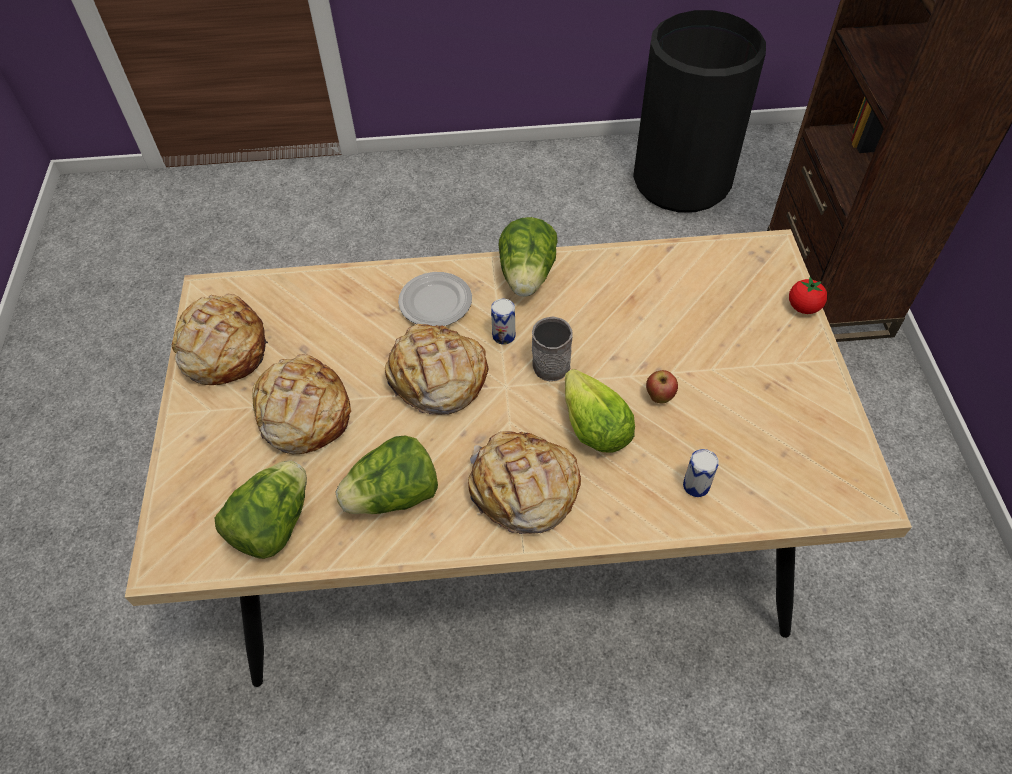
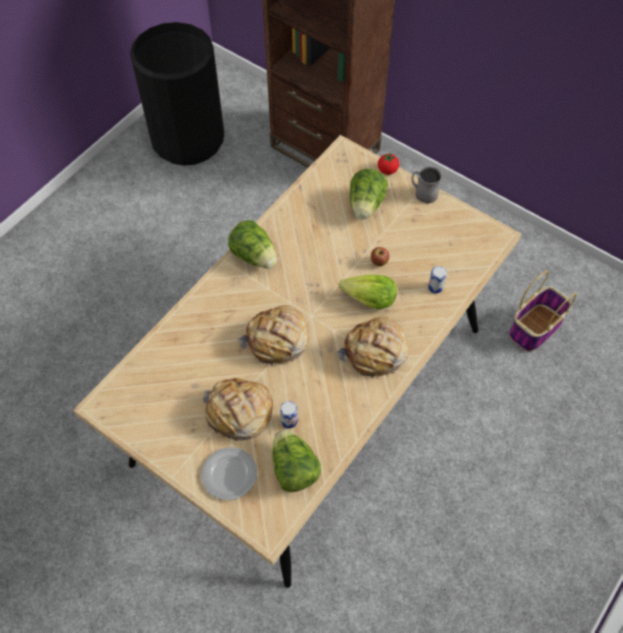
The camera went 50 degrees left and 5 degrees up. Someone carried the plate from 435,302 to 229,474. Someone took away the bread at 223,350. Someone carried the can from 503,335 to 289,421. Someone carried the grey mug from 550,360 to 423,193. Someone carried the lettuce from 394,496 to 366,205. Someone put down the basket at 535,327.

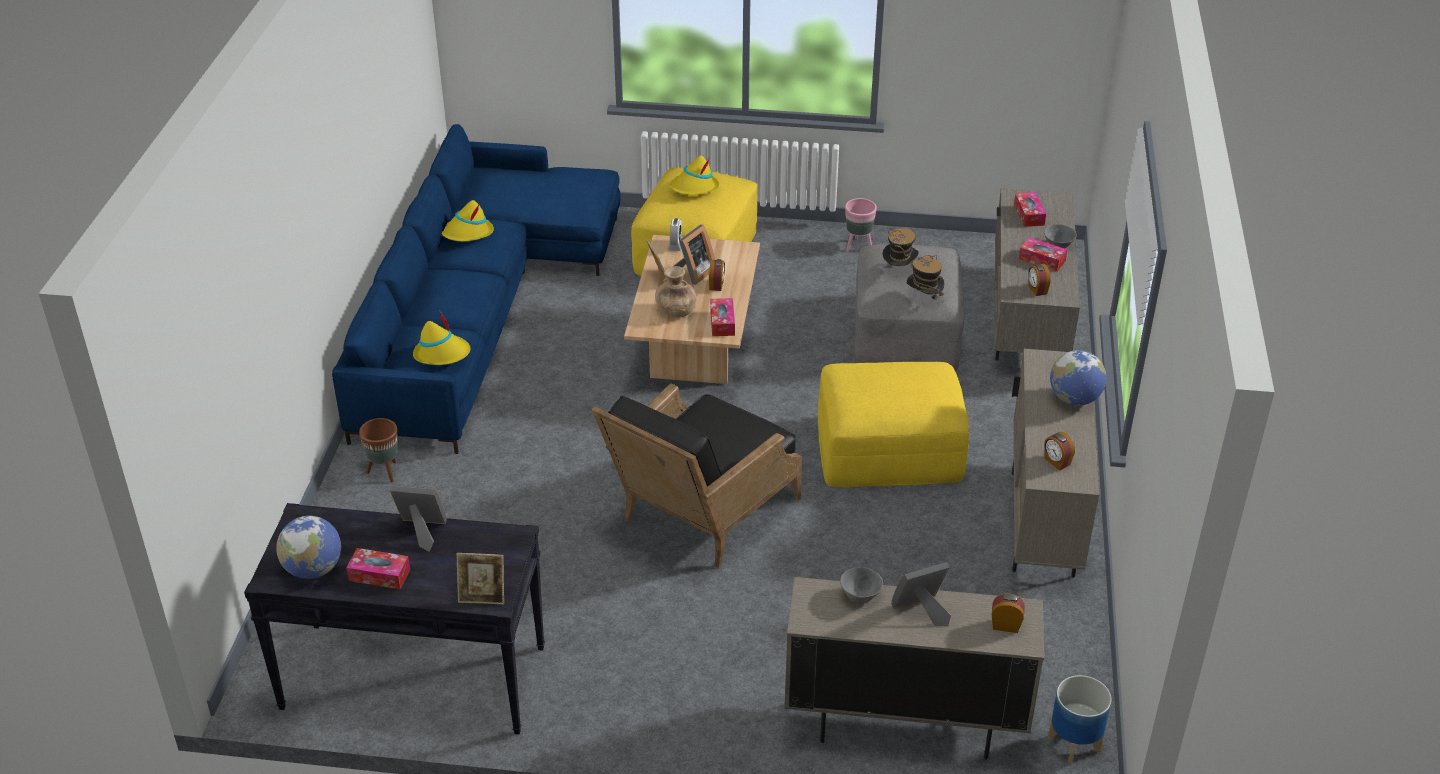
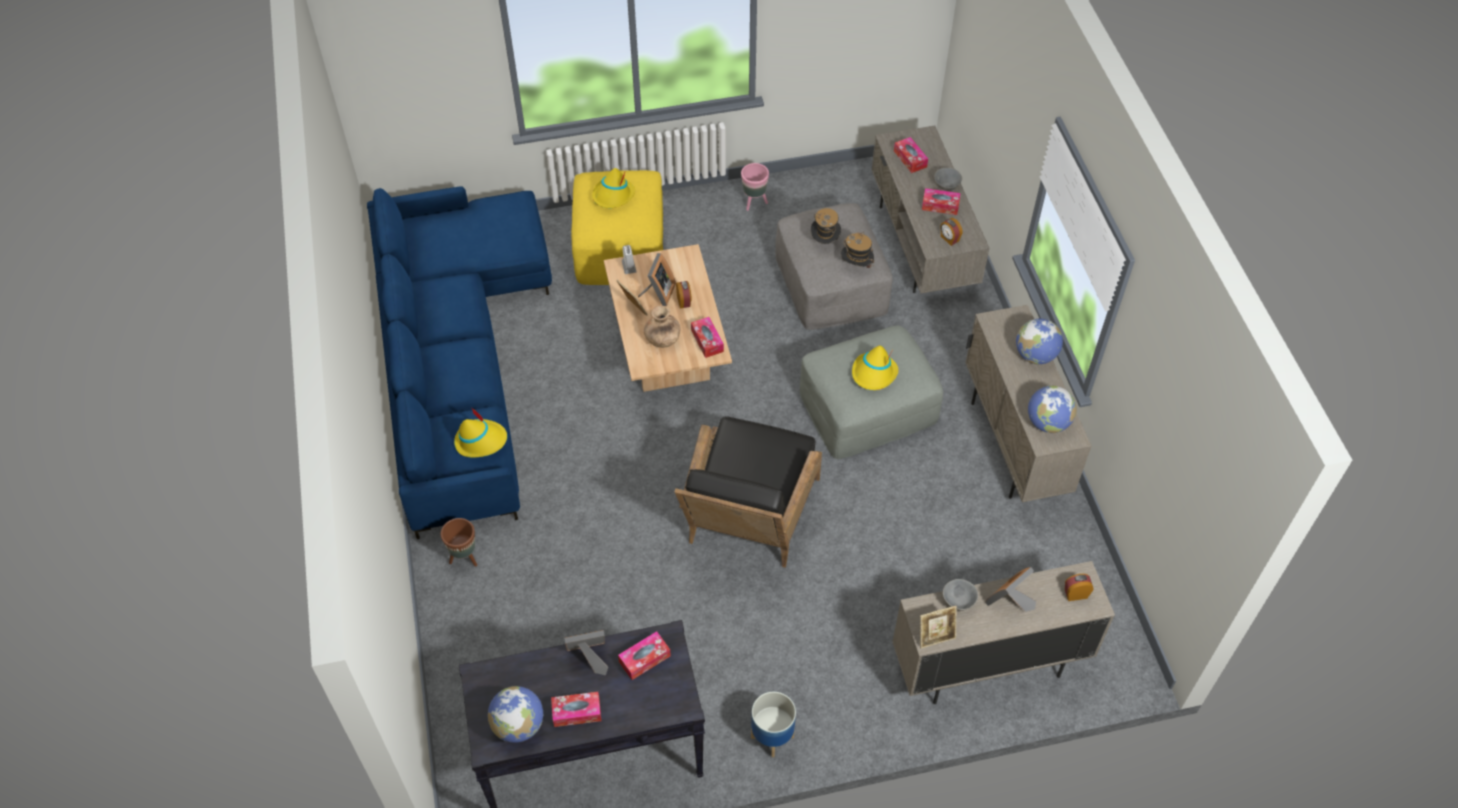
The camera went 20 degrees left and 15 degrees up. Someone carried the yellow hat from 467,233 to 874,374. Someone repainted the yellow ottoman at 889,448, which became the grey ottoman at 867,407. Someone swapped the alarm clock at 1056,462 for the globe at 1047,423. Someone carried the picture frame from 482,597 to 935,637. Someone carried the planter from 1073,744 to 771,736. Someone put down the tissue box at 644,659.

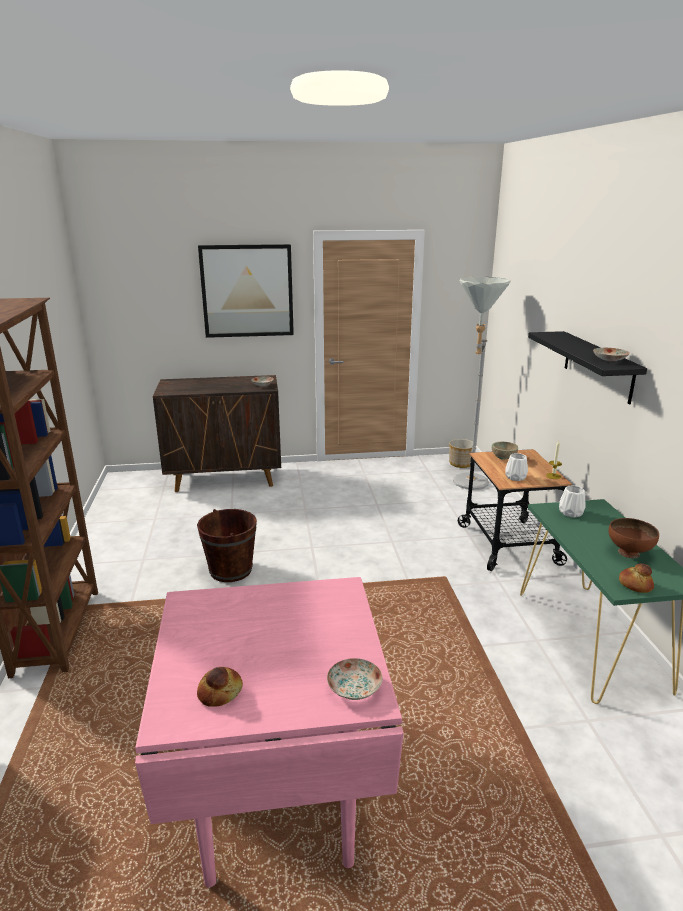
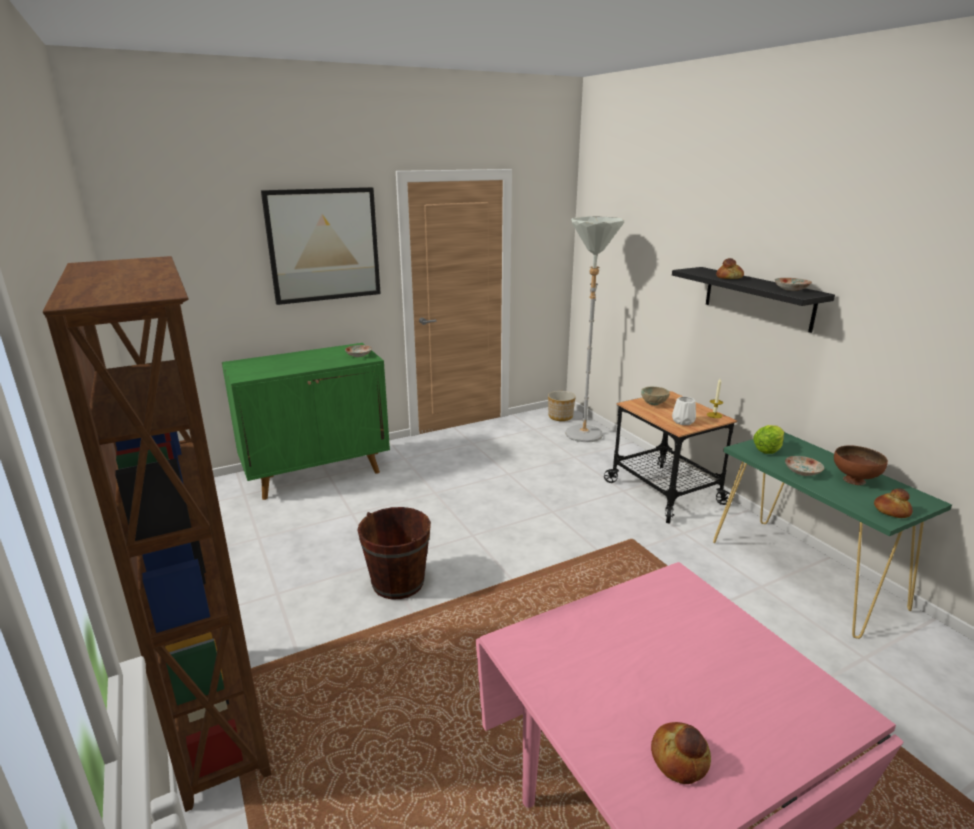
The camera went 20 degrees left and 0 degrees up. Someone repainted the brown cabinet at 226,479, which became the green cabinet at 317,473. Someone swapped the white vase at 570,513 for the lettuce at 768,449. Someone carried the plate from 354,687 to 802,471. Someone put down the bread at 729,277.

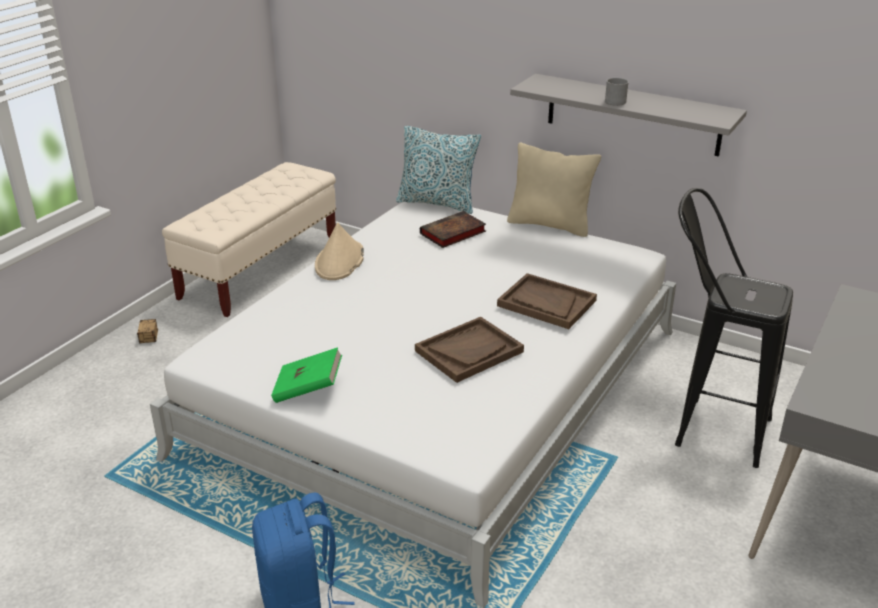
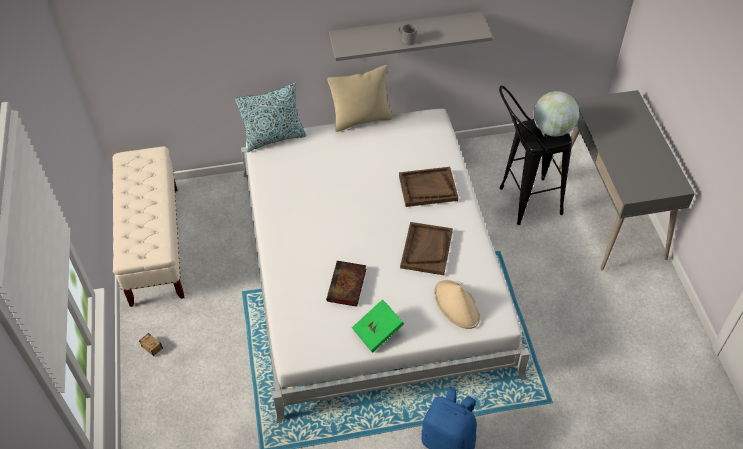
The camera went 40 degrees left and 20 degrees up. Someone carried the book from 452,233 to 347,286. Someone carried the beige hat from 339,261 to 457,305. Someone put down the globe at 552,130.

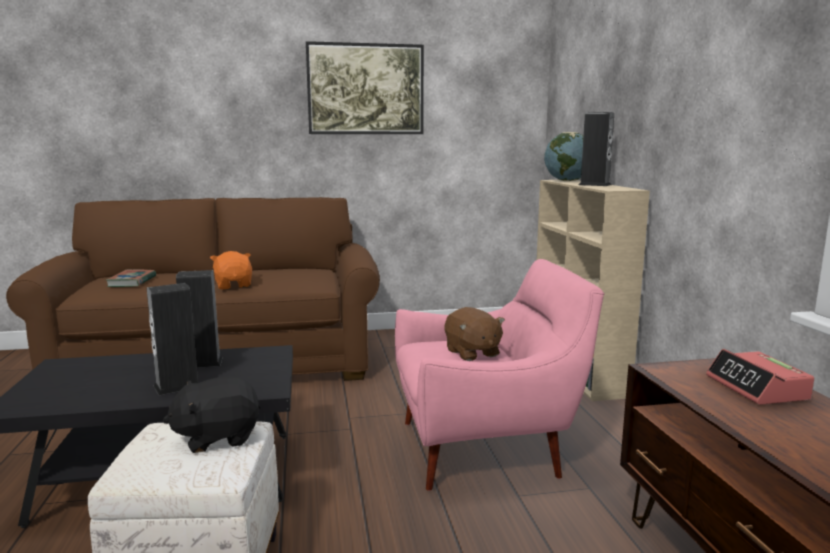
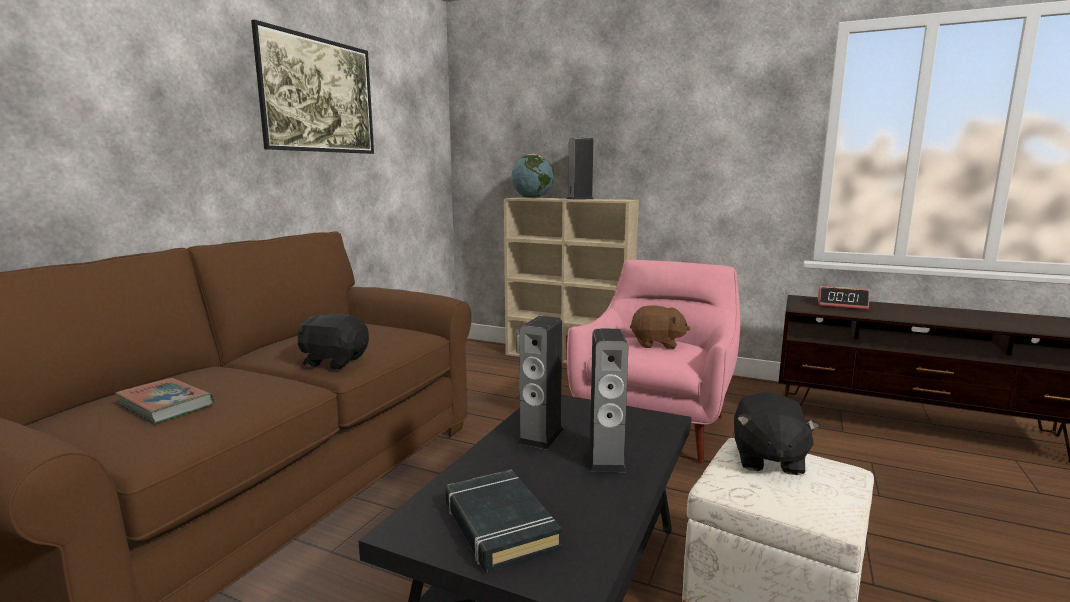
The camera went 55 degrees left and 0 degrees up. Someone repainted the orange plush toy at 234,285, which became the black plush toy at 334,361. Someone put down the black book at 499,526.

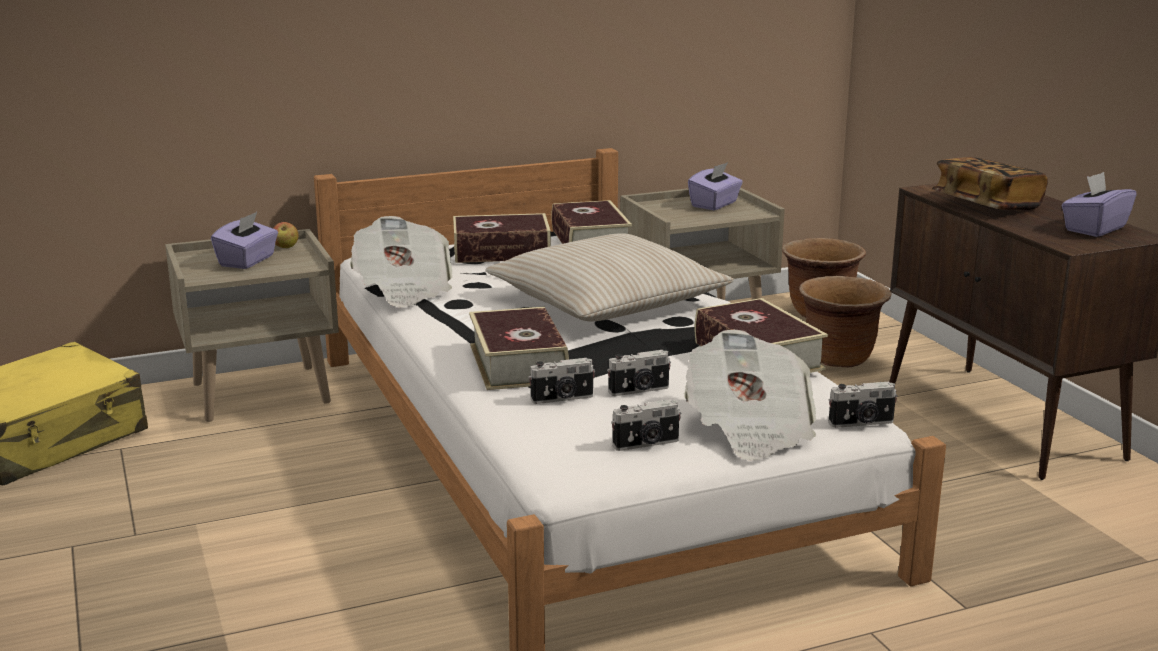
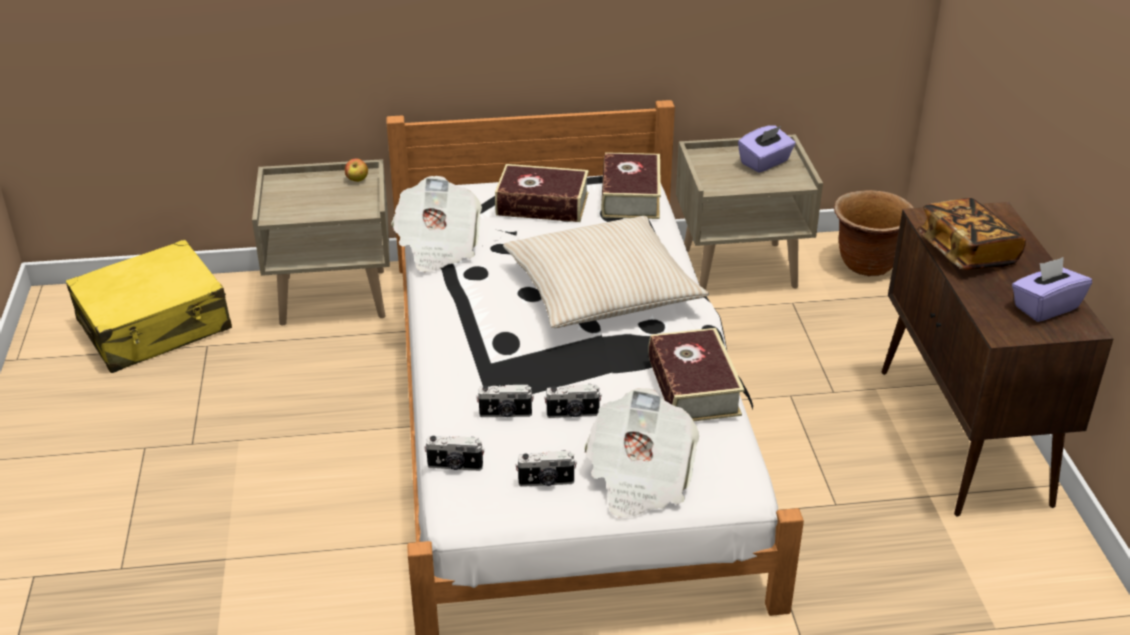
The camera went 15 degrees right and 15 degrees up. Someone took away the purple tissue box at 248,261. Someone took away the brown planter at 840,358. Someone took away the book at 518,363. Someone carried the photo camera from 861,423 to 455,466.

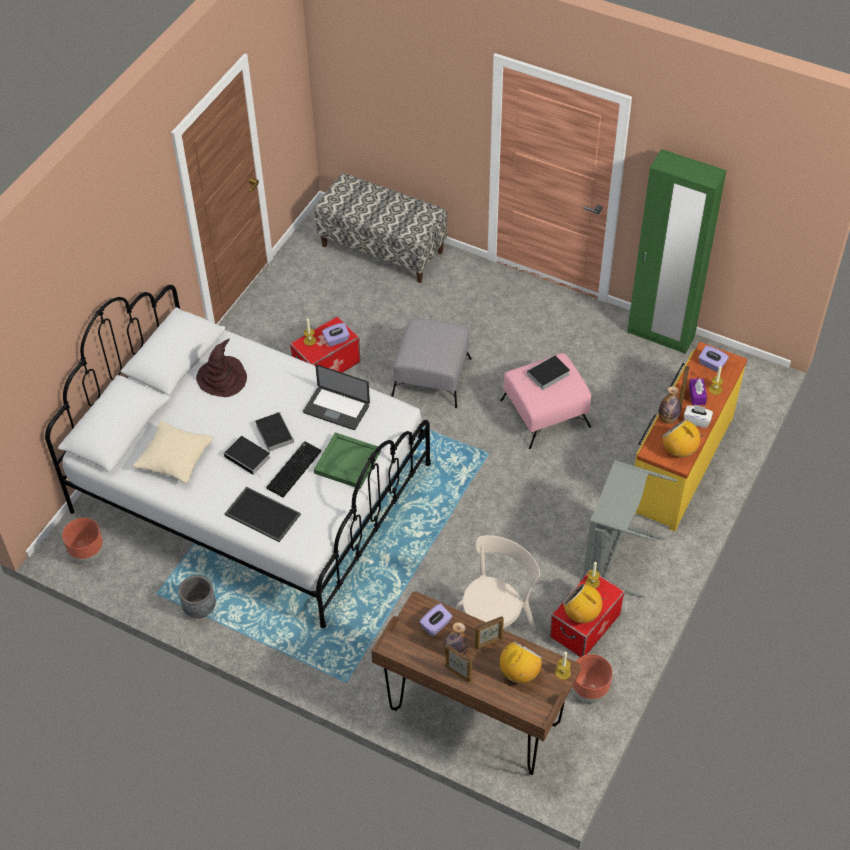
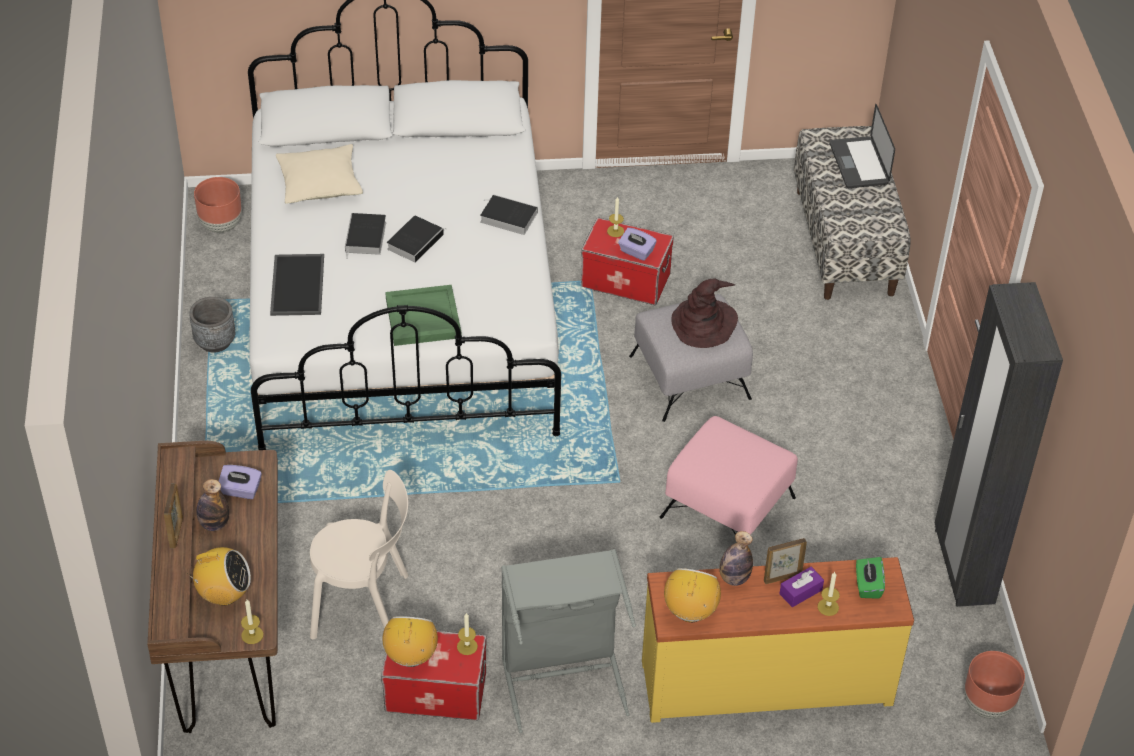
The camera went 55 degrees right and 5 degrees down. Someone repainted the green wardrobe at 660,335, which became the black wardrobe at 963,566. Someone carried the brown hat from 222,378 to 703,324. Someone repainted the purple tissue box at 711,364, which became the green tissue box at 868,586. Someone carried the book from 547,375 to 507,217. Someone carried the laptop from 336,409 to 859,164. Someone took away the white tissue box at 697,421. Someone took away the keyboard at 293,469. Someone took away the picture frame at 488,643. Someone carried the brown planter from 589,691 to 987,705.

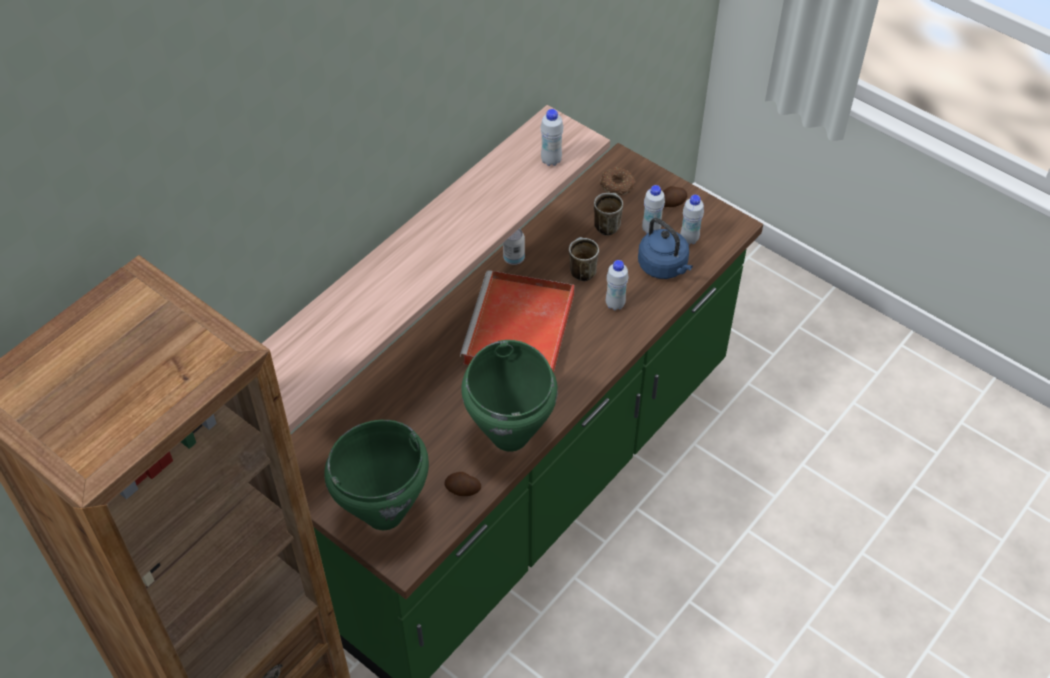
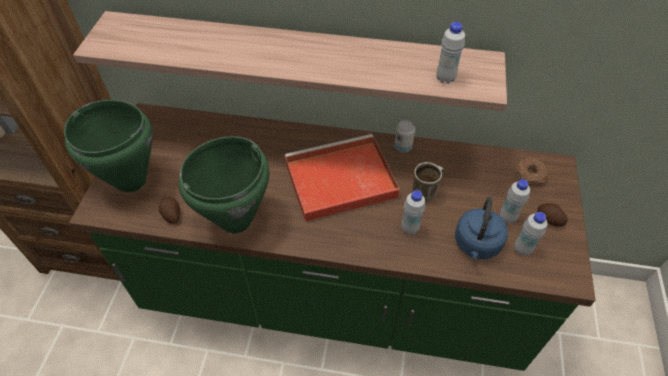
The camera went 60 degrees right and 0 degrees up. Someone took away the mug at 607,224.

